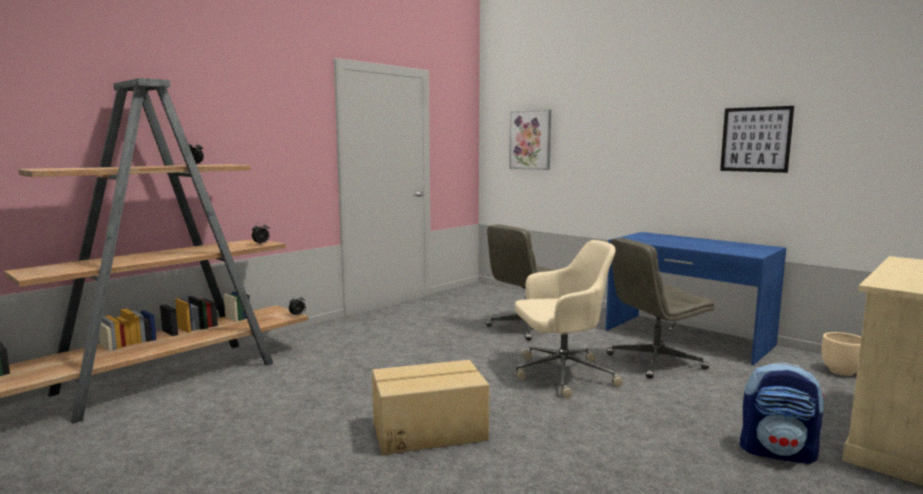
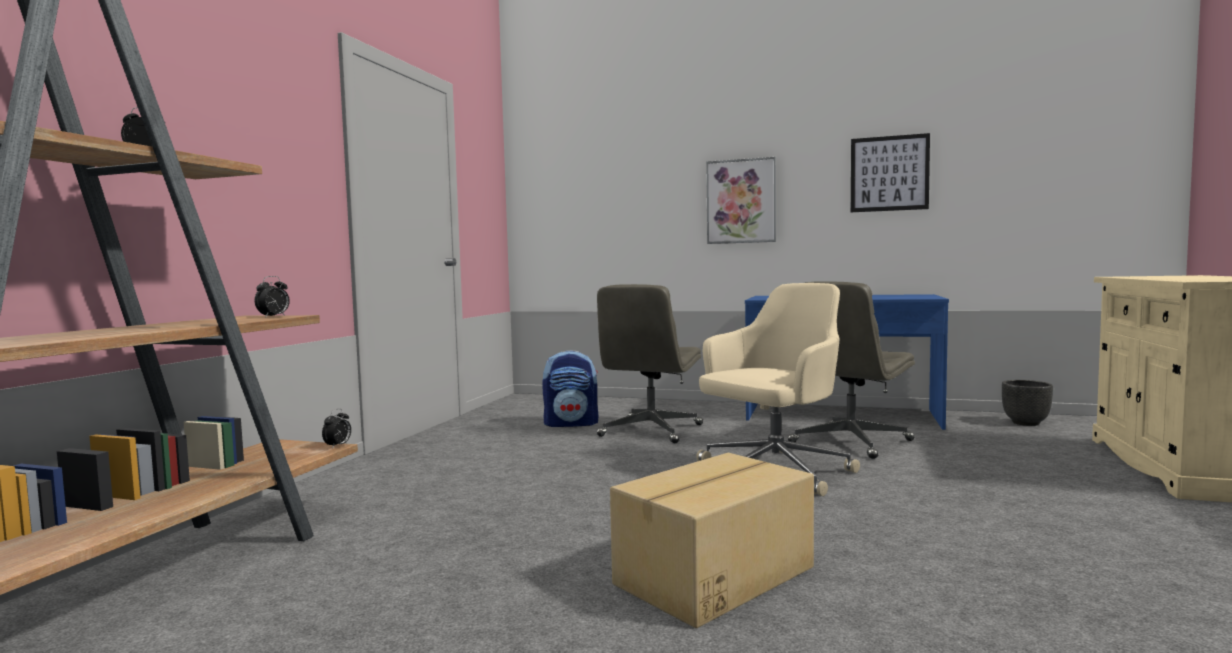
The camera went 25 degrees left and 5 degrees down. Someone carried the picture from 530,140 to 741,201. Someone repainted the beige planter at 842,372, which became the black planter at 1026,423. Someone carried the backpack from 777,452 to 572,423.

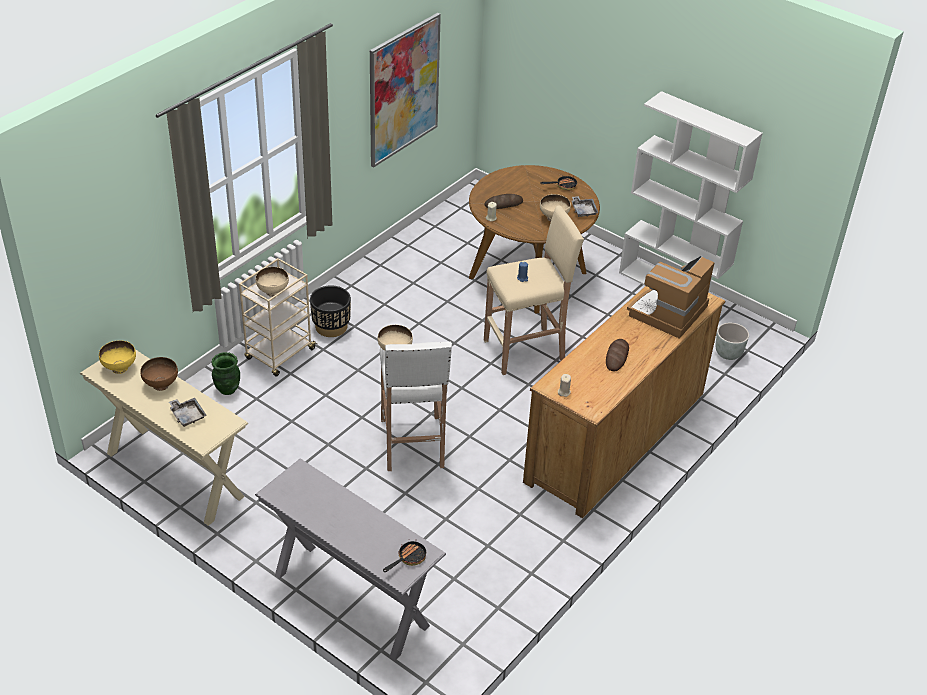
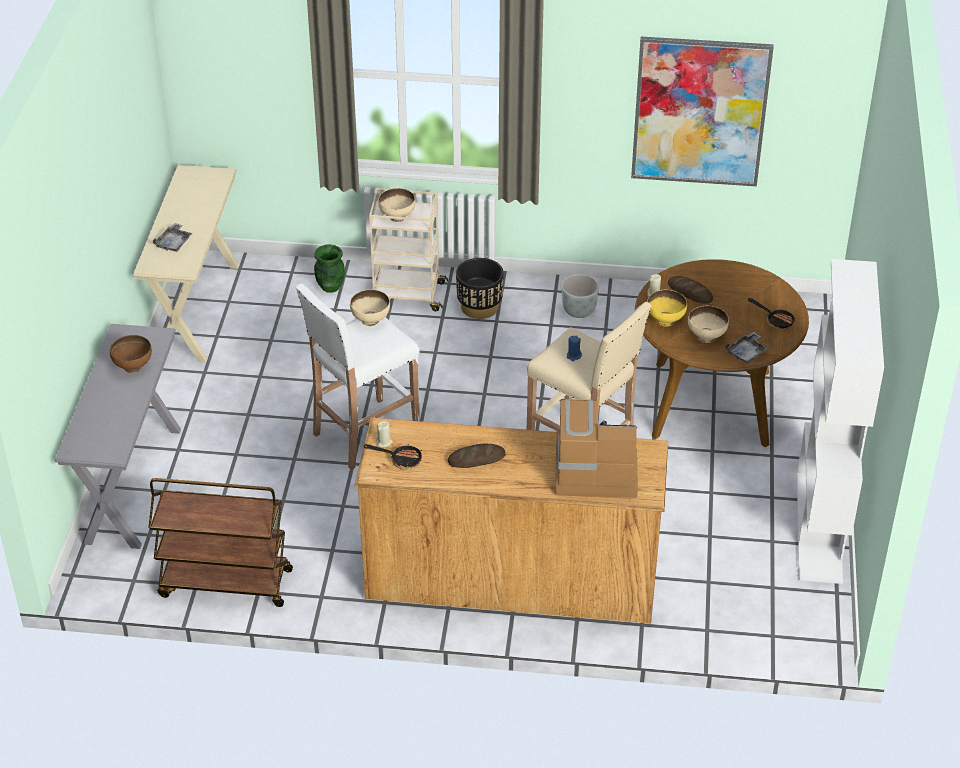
The camera went 60 degrees right and 0 degrees up. Someone carried the grey planter from 728,354 to 578,311. Someone carried the yellow bowl from 120,368 to 665,320. Someone carried the brown bowl from 161,385 to 133,367. Someone carried the frying pan from 408,558 to 401,459. Someone put down the brown cart at 224,583.

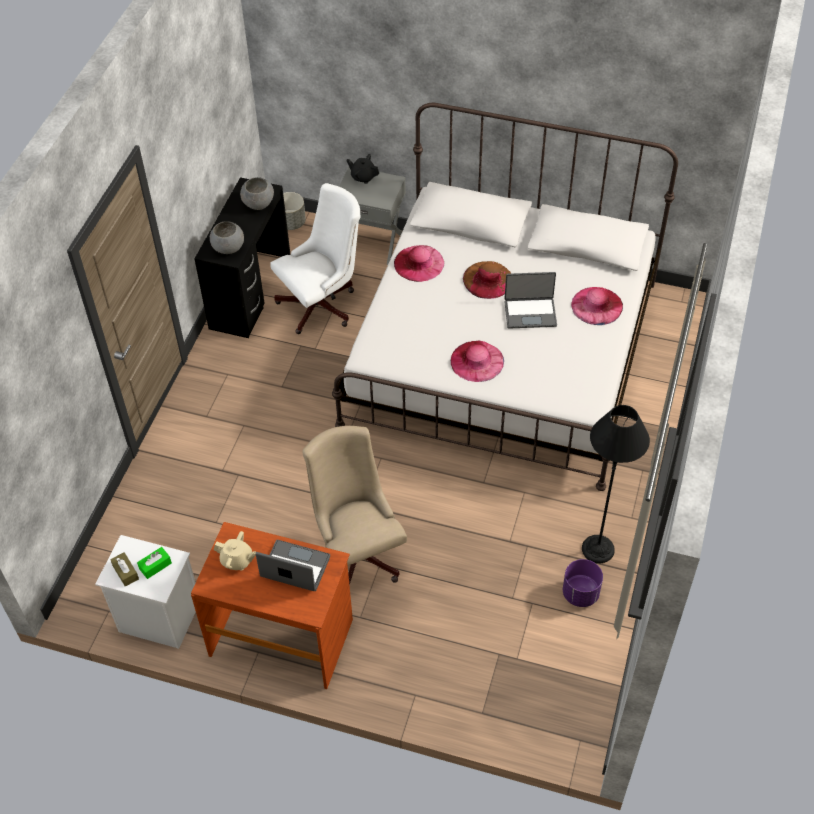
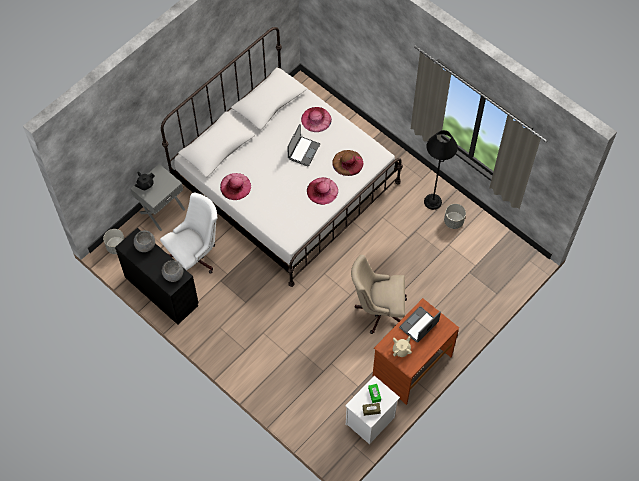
The camera went 65 degrees left and 10 degrees up. Someone rotated the white office chair at 322,304 by 60 degrees clockwise. Someone carried the brown hat from 488,279 to 347,163. Someone repainted the purple planter at 580,593, which became the grey planter at 453,221.

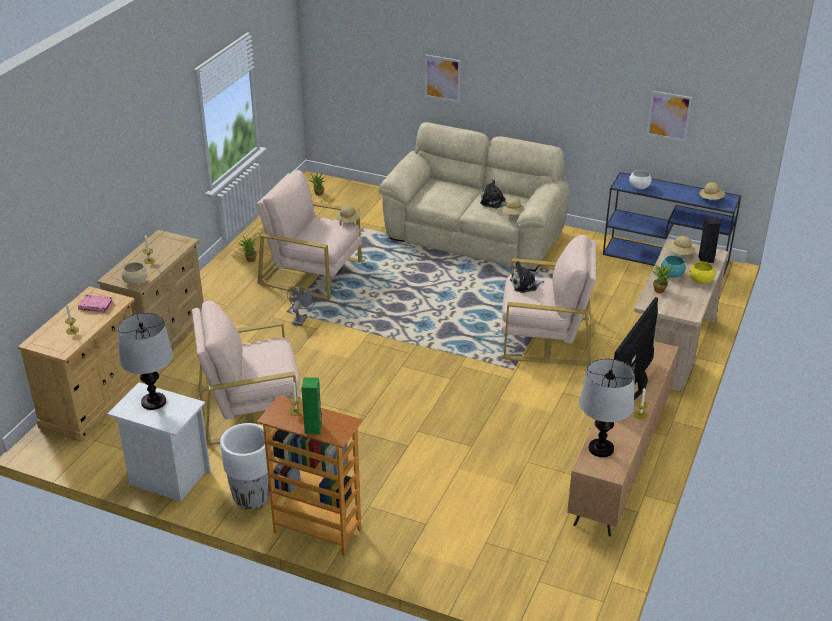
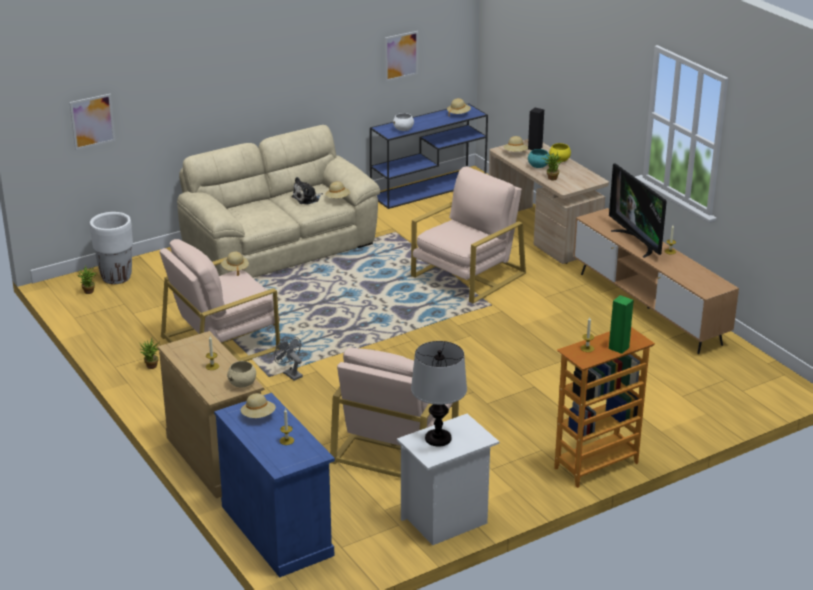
The camera went 55 degrees left and 5 degrees down. Someone carried the picture from 442,78 to 92,121. Someone took away the plush toy at 525,285. Someone repainted the beige cabinet at 93,402, which became the blue cabinet at 277,530. Someone swapped the pink book at 96,306 for the beige hat at 258,416. Someone took away the table lamp at 600,449. Someone carried the white planter from 252,498 to 116,277.

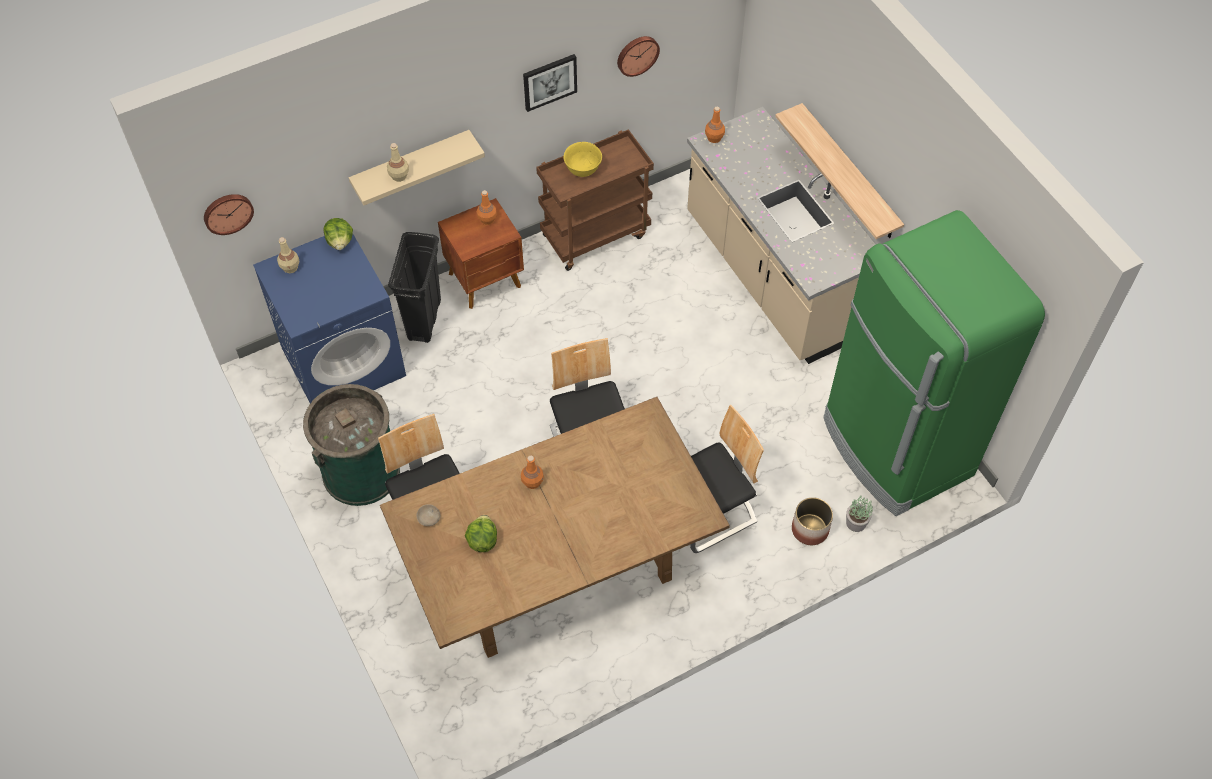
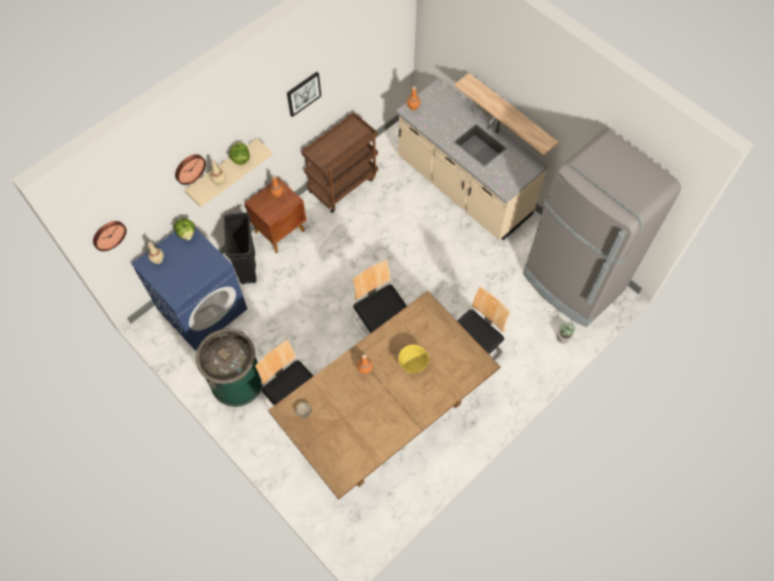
The camera went 15 degrees left and 5 degrees up. Someone carried the wall clock from 637,54 to 189,168. Someone carried the yellow bowl from 583,169 to 413,364. Someone repainted the green fridge at 895,448, which became the grey fridge at 573,283. Someone took away the planter at 810,529. Someone carried the lettuce from 482,540 to 240,159.

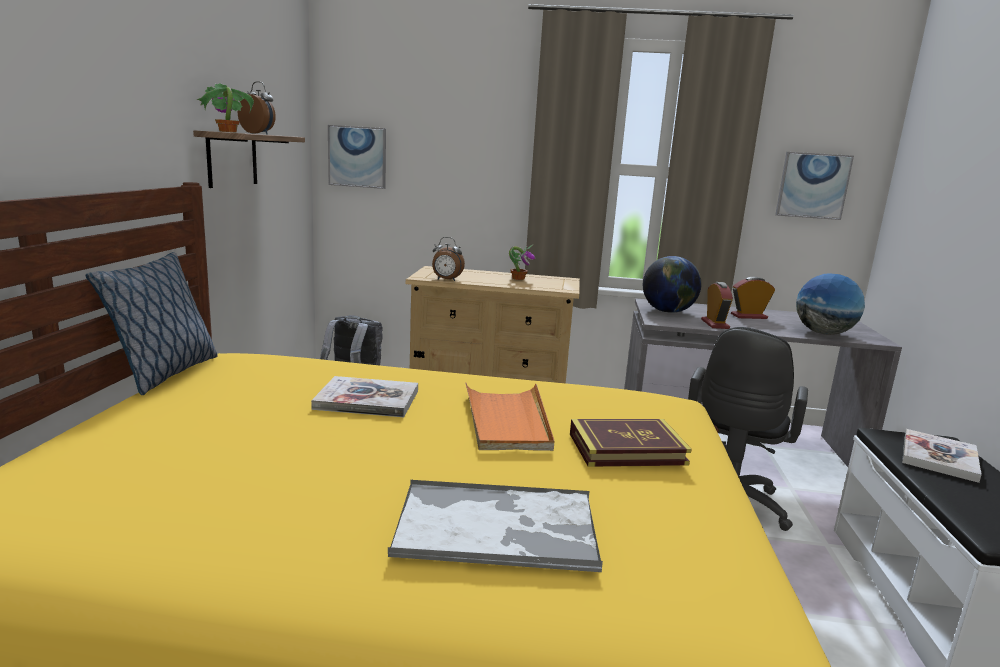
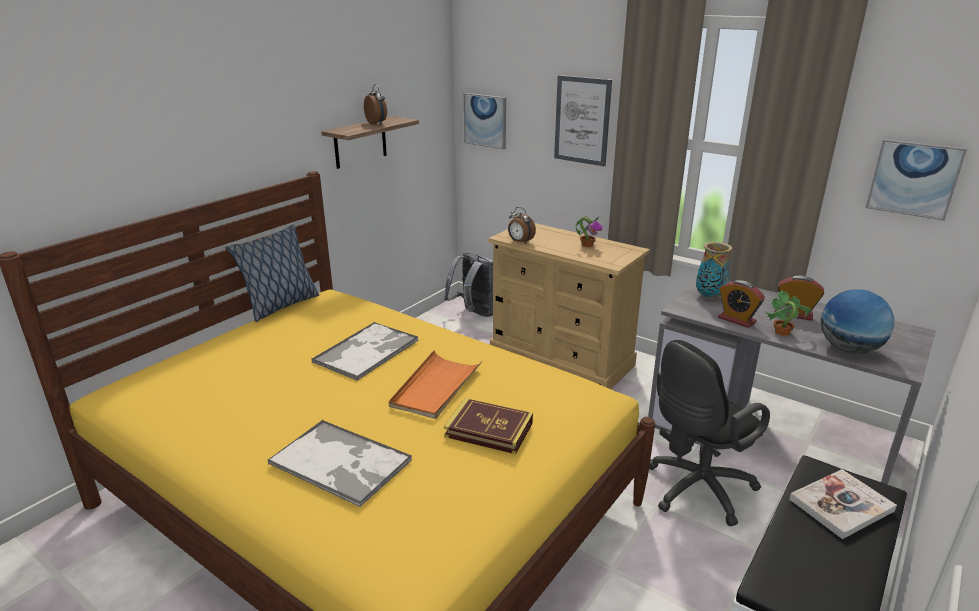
The camera went 30 degrees right and 10 degrees up. Someone carried the potted plant from 227,131 to 781,332. Someone swapped the globe at 668,311 for the vase at 710,297. Someone rotated the alarm clock at 715,324 by 105 degrees clockwise. Someone swapped the book at 367,400 for the tray at 367,351. Someone put up the picture at 582,120.

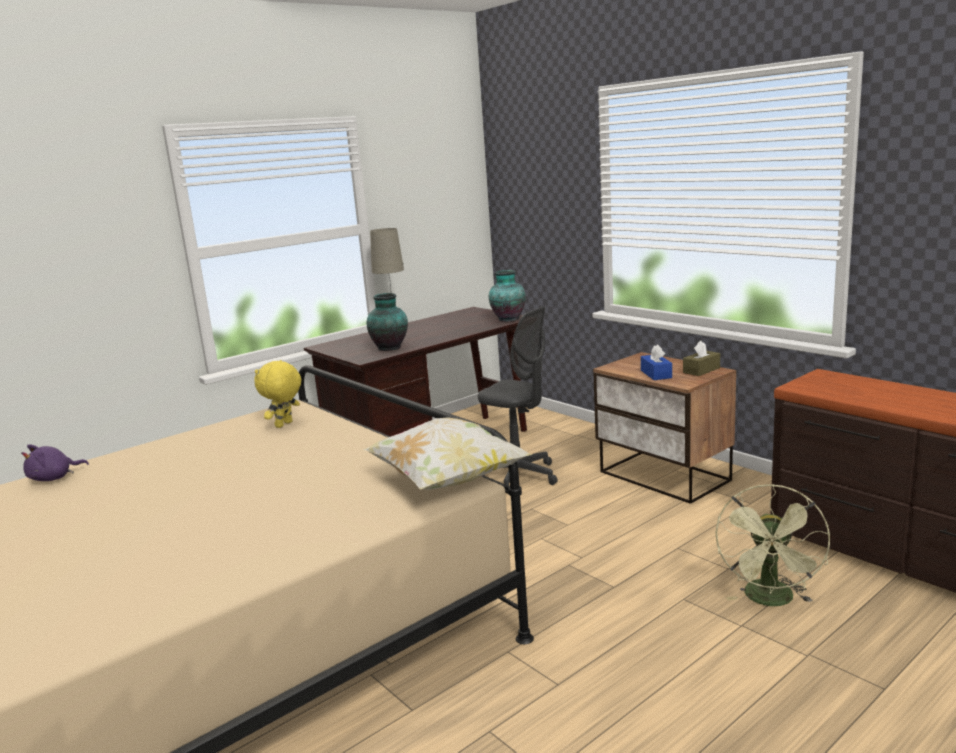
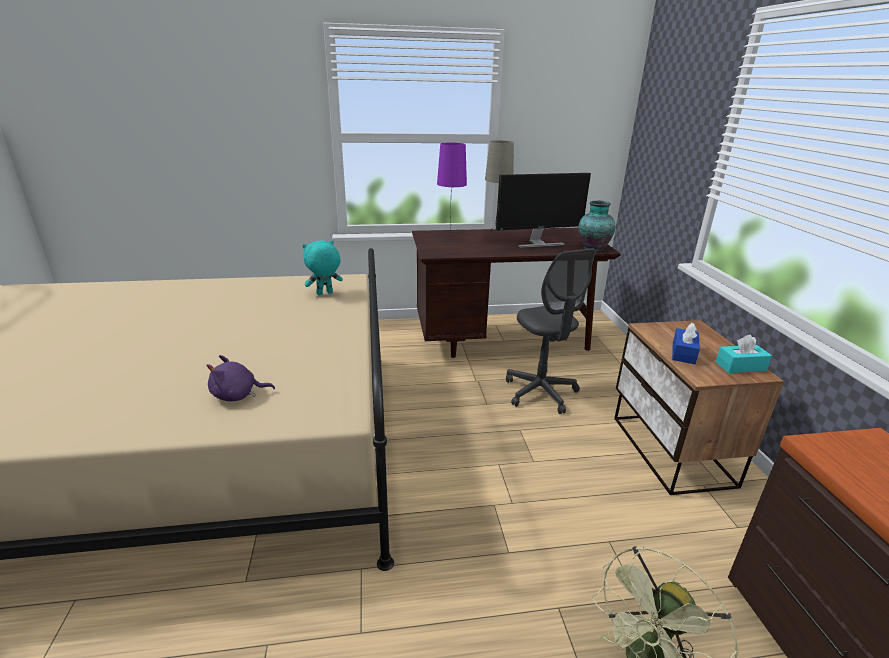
The camera went 30 degrees right and 10 degrees up. Someone took away the vase at 390,348. Someone repainted the brown tissue box at 701,370, which became the turquoise tissue box at 740,366. Someone repainted the yellow plush toy at 284,425, which became the turquoise plush toy at 324,294. Someone took away the pillow at 448,481. Someone carried the purple plush toy from 54,478 to 238,395. Someone put down the purple table lamp at 450,237. Someone put down the monitor at 537,243.

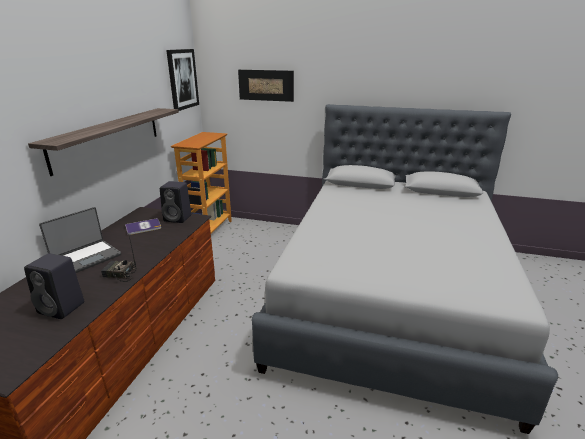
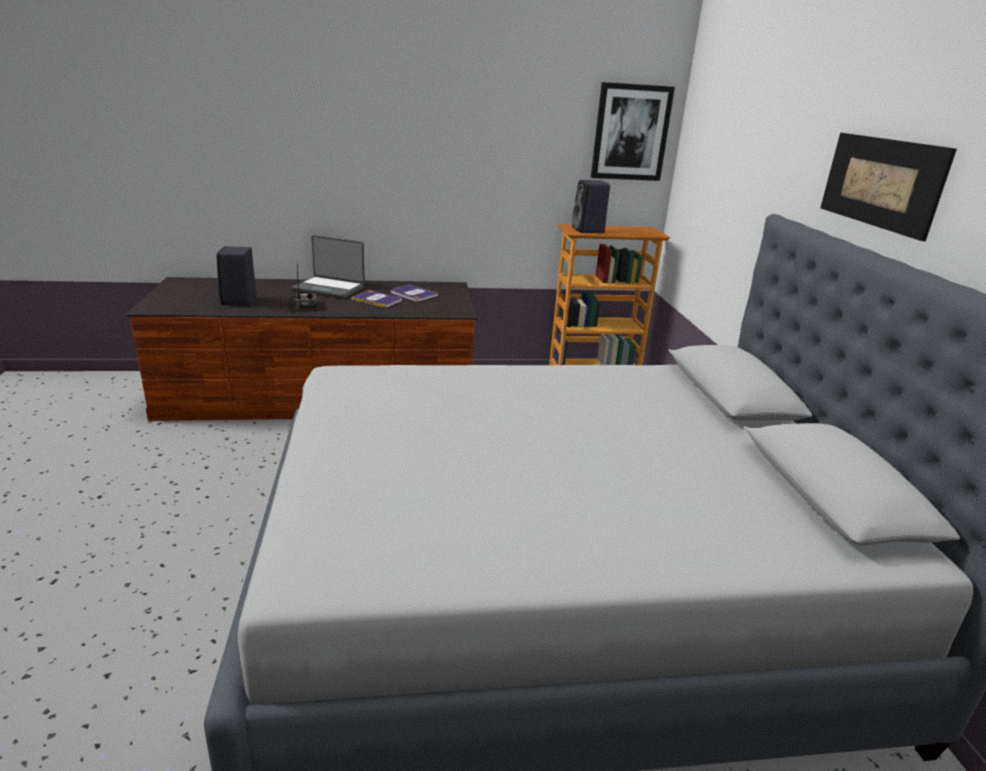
The camera went 65 degrees right and 0 degrees up. Someone carried the picture from 266,85 to 881,182. Someone took away the shelf at 108,137. Someone carried the black speaker from 178,218 to 588,230. Someone put down the book at 377,300.

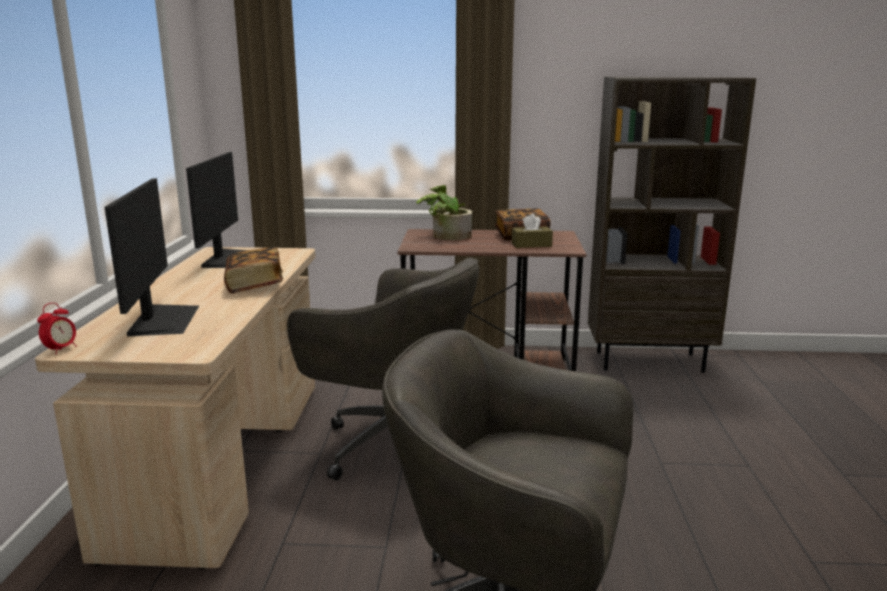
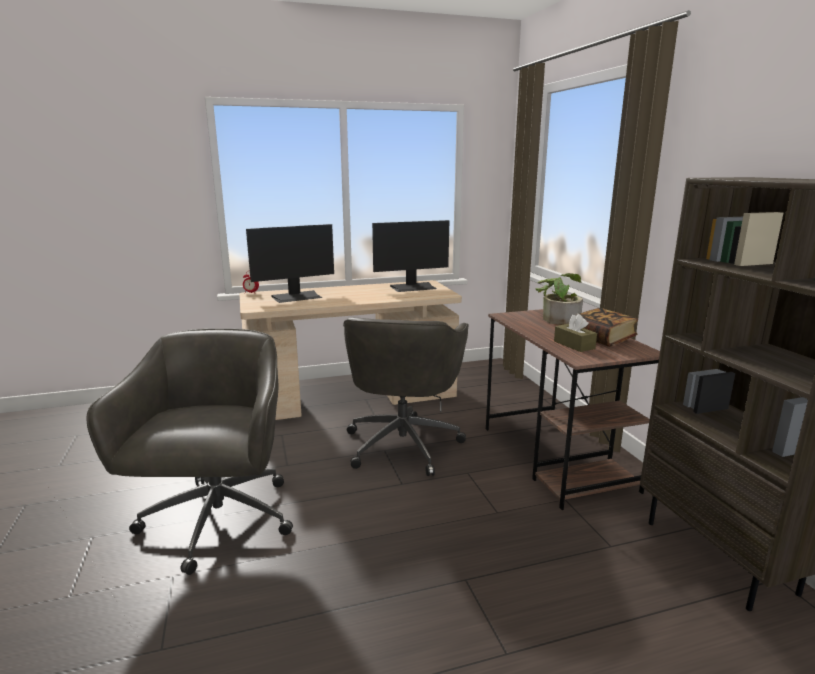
The camera went 70 degrees right and 0 degrees up. Someone took away the book at 254,285.

